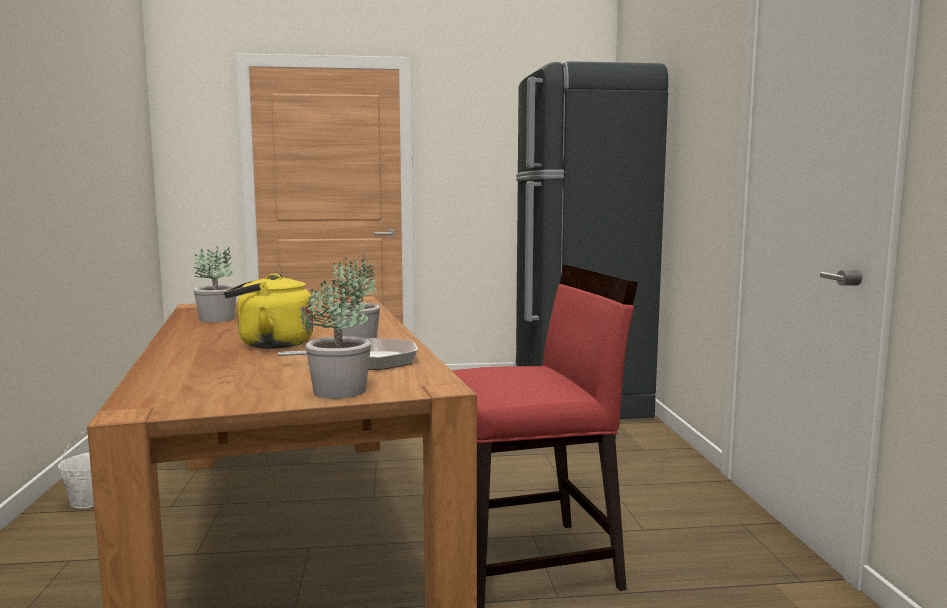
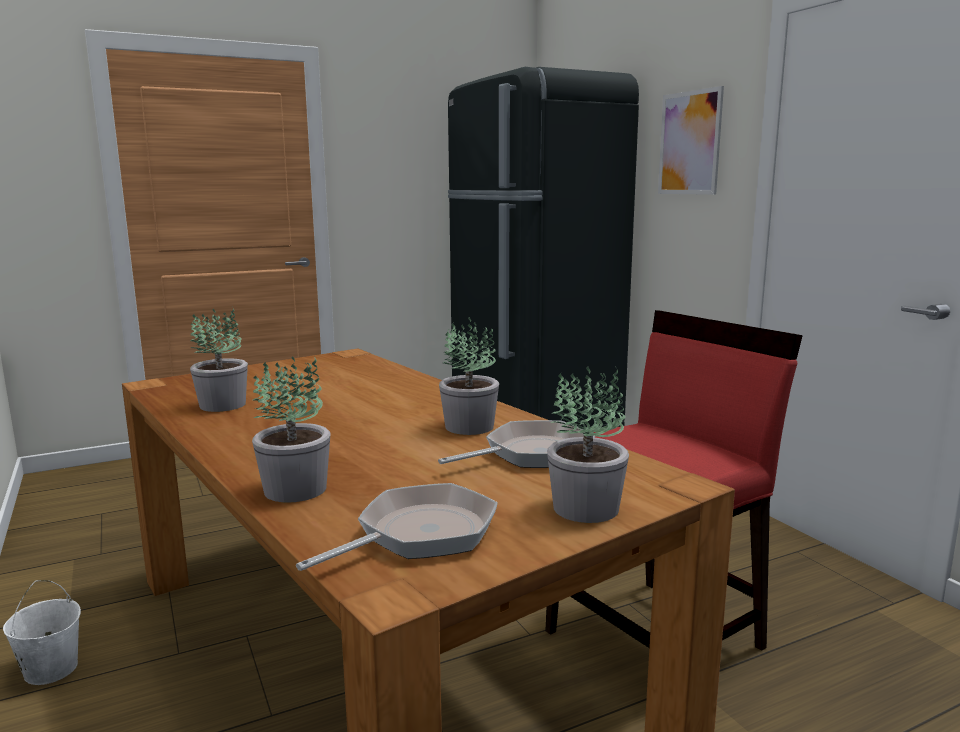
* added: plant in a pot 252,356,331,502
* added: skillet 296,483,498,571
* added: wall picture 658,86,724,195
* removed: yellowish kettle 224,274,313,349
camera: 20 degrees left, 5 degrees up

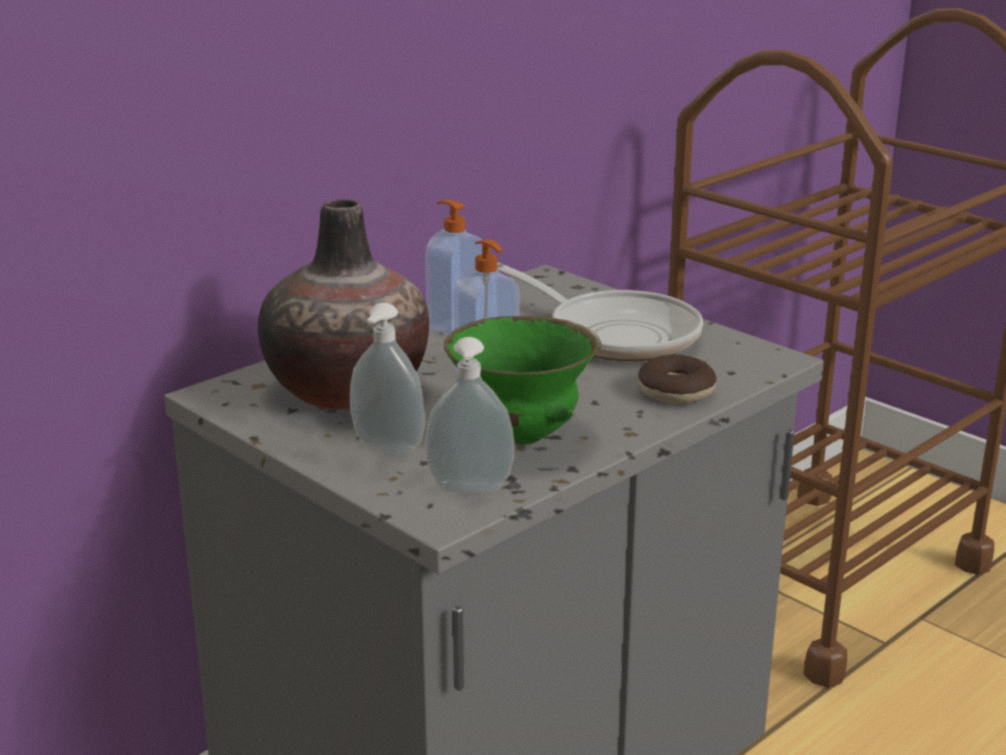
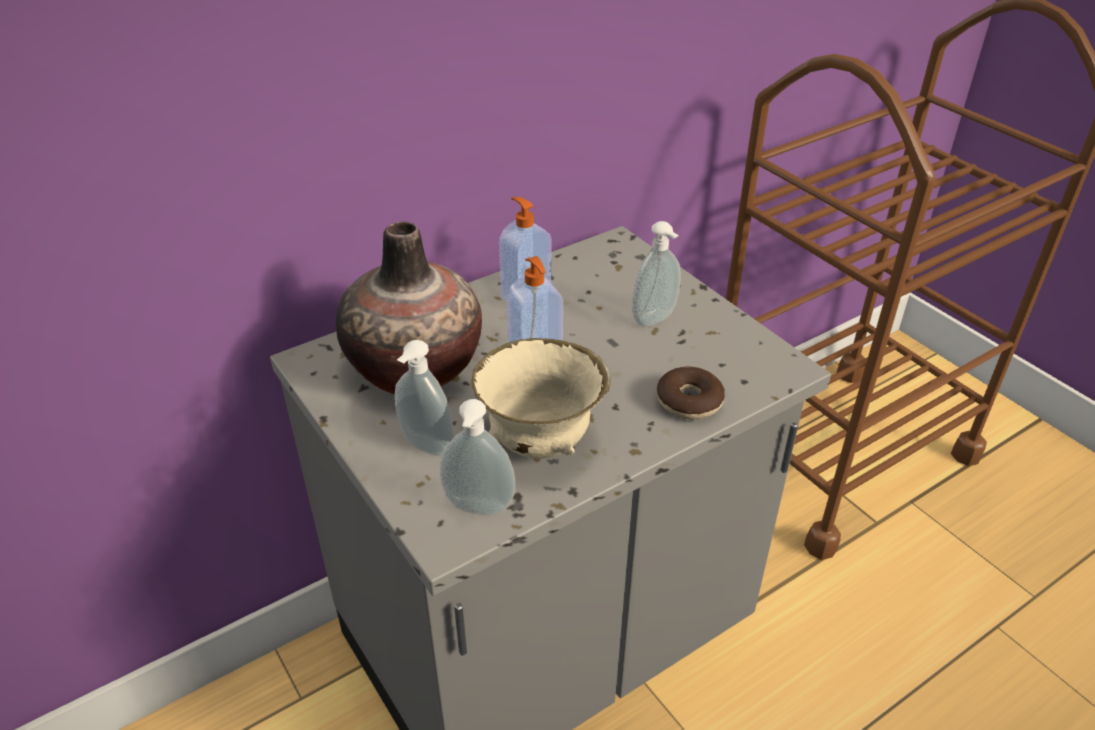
* recoloured: green-coloured serving bowl 444,316,601,444 to sand-coloured serving bowl 472,338,611,459
* replaced: skillet 497,262,703,361 to soap dispenser 632,221,681,327
camera: 10 degrees right, 15 degrees up

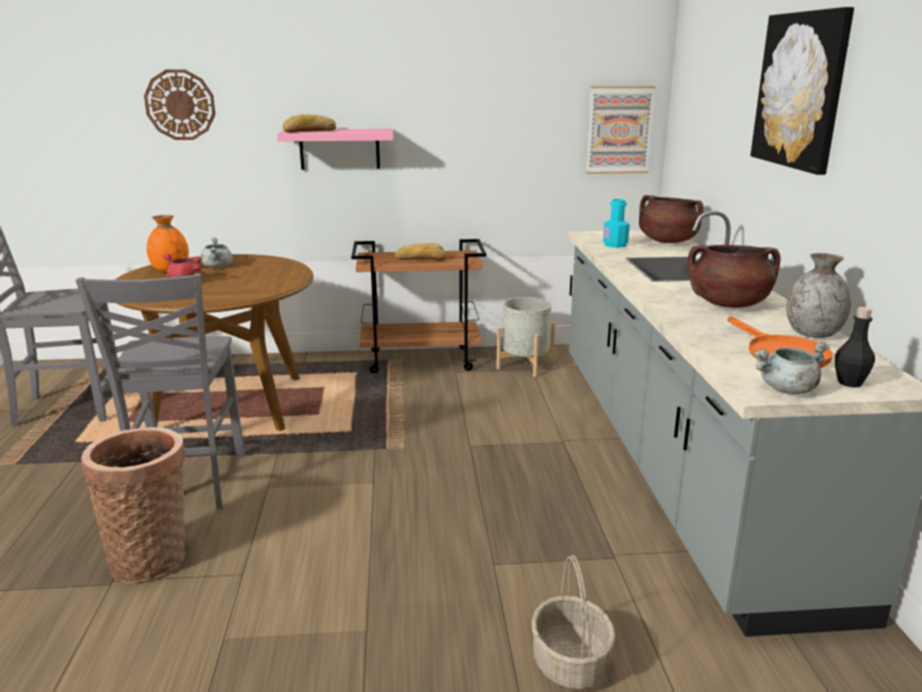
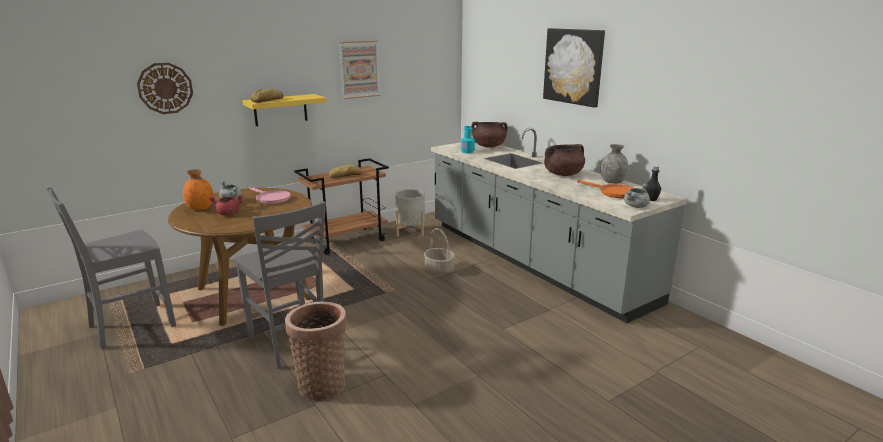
* recoloured: pink wall shelf 277,129,394,170 to yellowish wall shelf 242,94,327,126
* added: pink skillet 249,187,291,204
* moved: wall picture 586,86,656,174 to 339,41,380,99
* moved: storage basket 532,555,615,690 to 424,228,455,275
camera: 30 degrees left, 0 degrees up

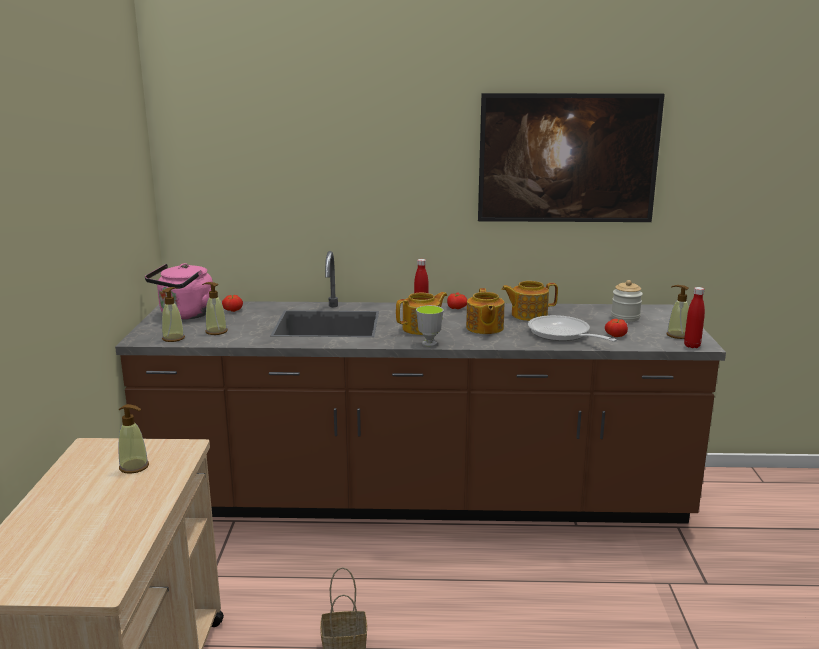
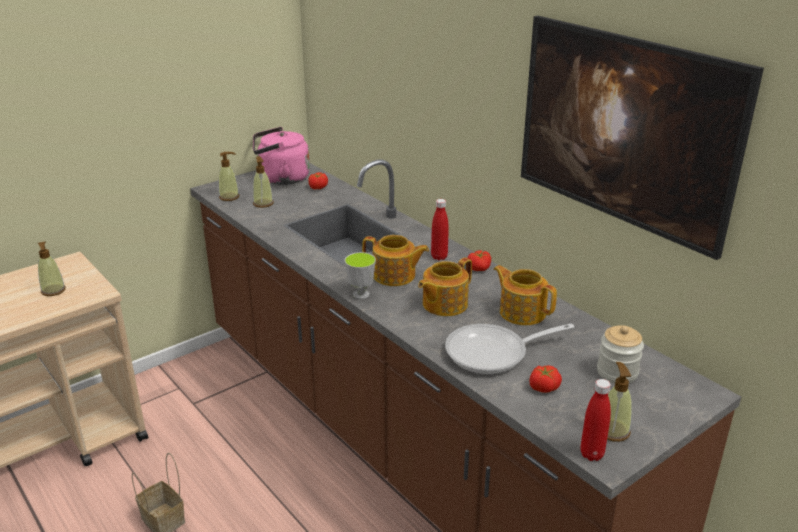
* turned: skillet 528,315,617,342 = 445,324,574,374 120 degrees counterclockwise
camera: 50 degrees right, 10 degrees up

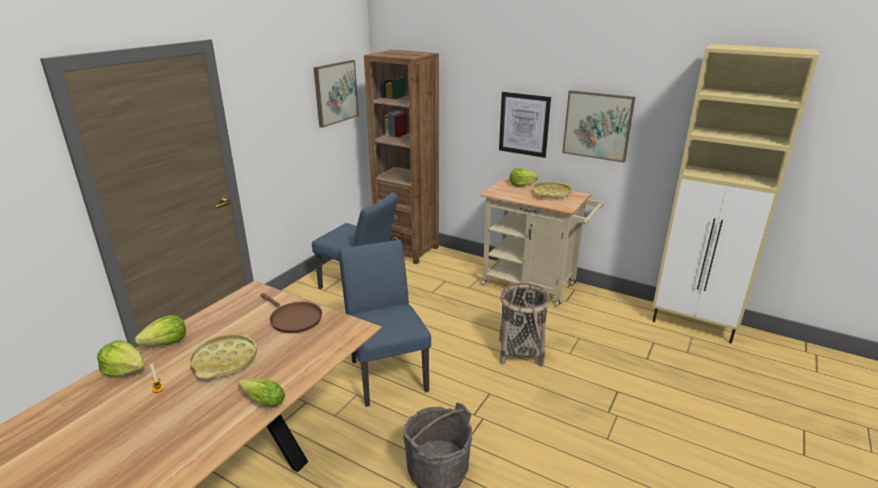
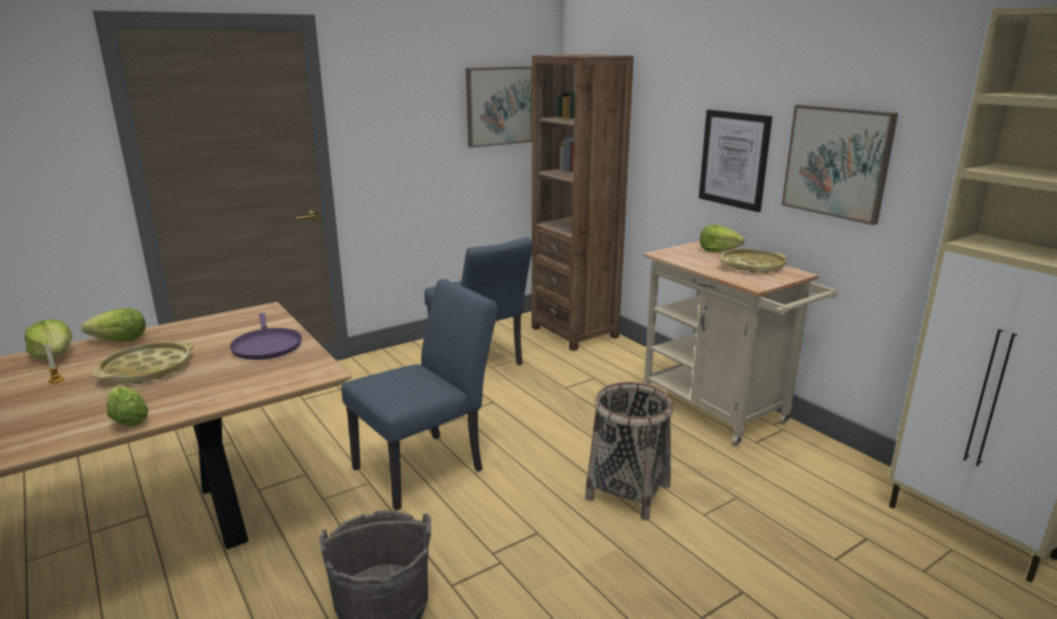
* recoloured: brown skillet 260,293,322,333 to purplish skillet 230,313,302,360
* turned: blue-coloured upright chair 339,240,431,407 = 341,279,498,511 45 degrees clockwise
camera: 25 degrees right, 5 degrees down

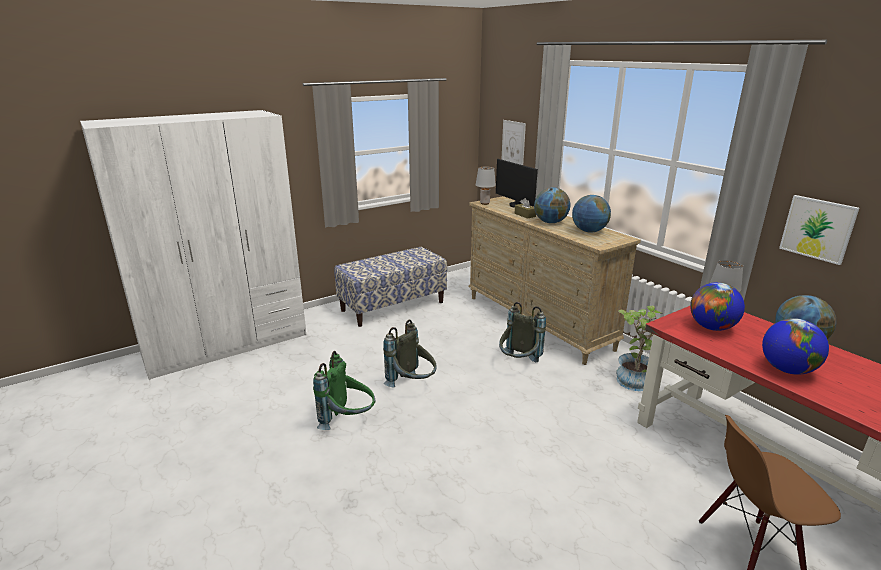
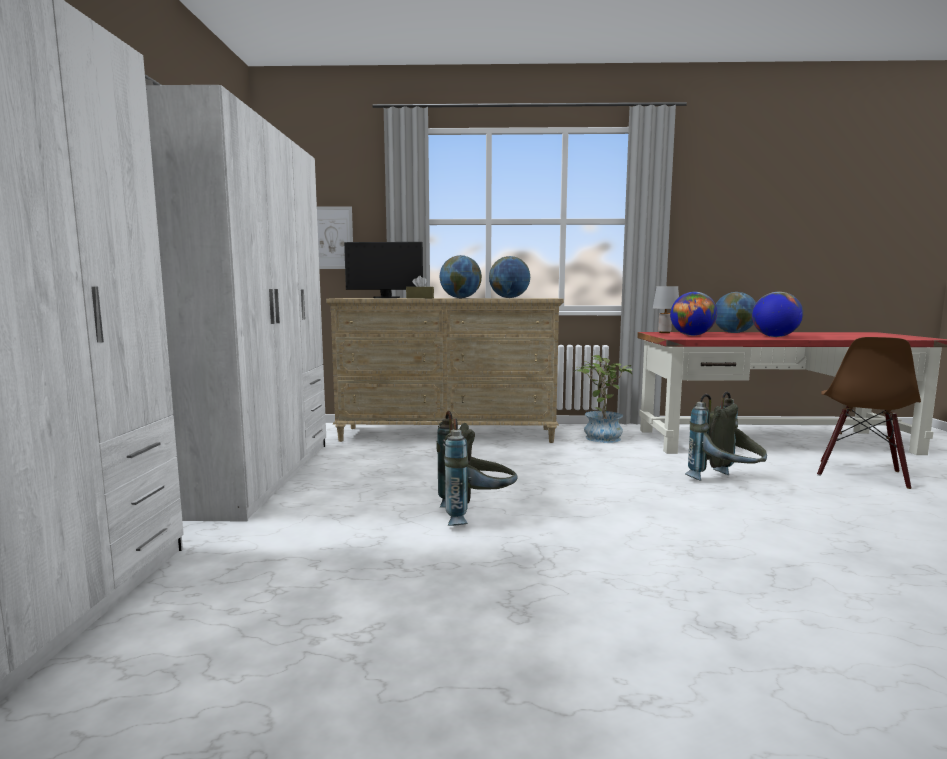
* replaced: indoor bench 334,247,447,327 to white clothes cupboard 146,85,326,522
* moved: grey backpack 499,302,546,362 to 685,392,767,481
* removed: green-coloured backpack 313,351,375,430
* removed: grey tabletop lamp 476,167,496,205
* removed: wall picture 779,195,859,265
camera: 55 degrees left, 15 degrees down

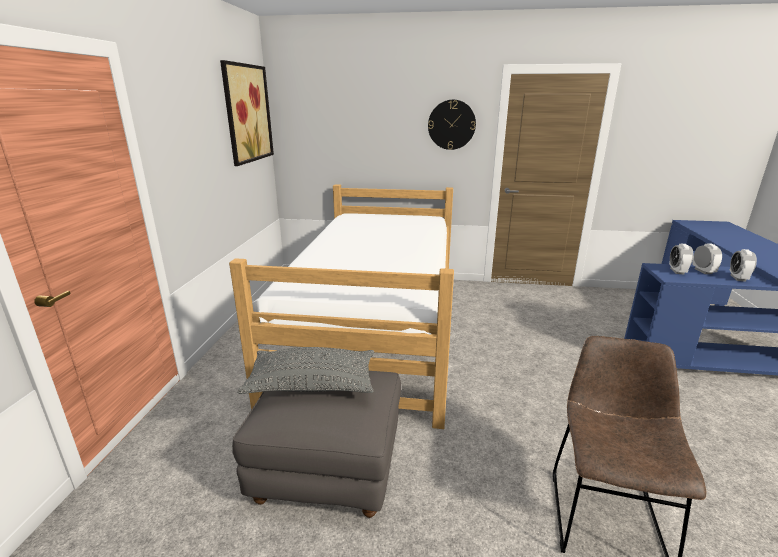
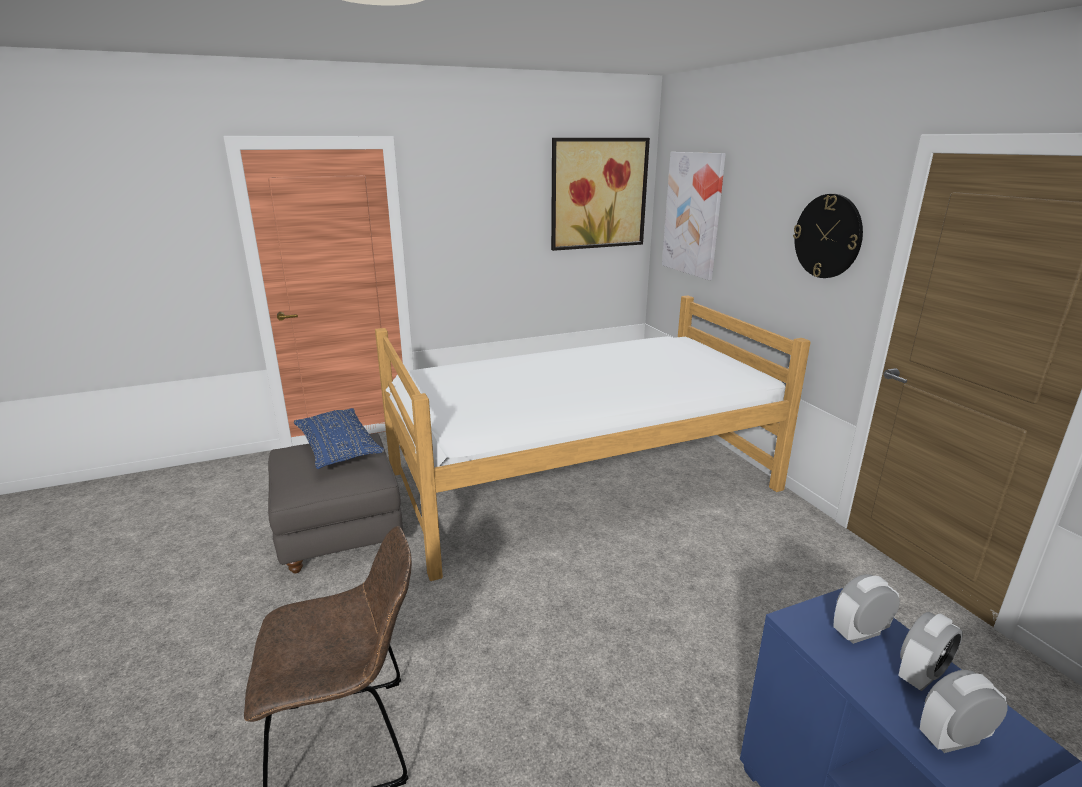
* recoloured: grey throw pillow 237,347,374,394 to blue-coloured throw pillow 294,408,384,469
* added: wall picture 662,152,726,280
camera: 60 degrees right, 0 degrees up

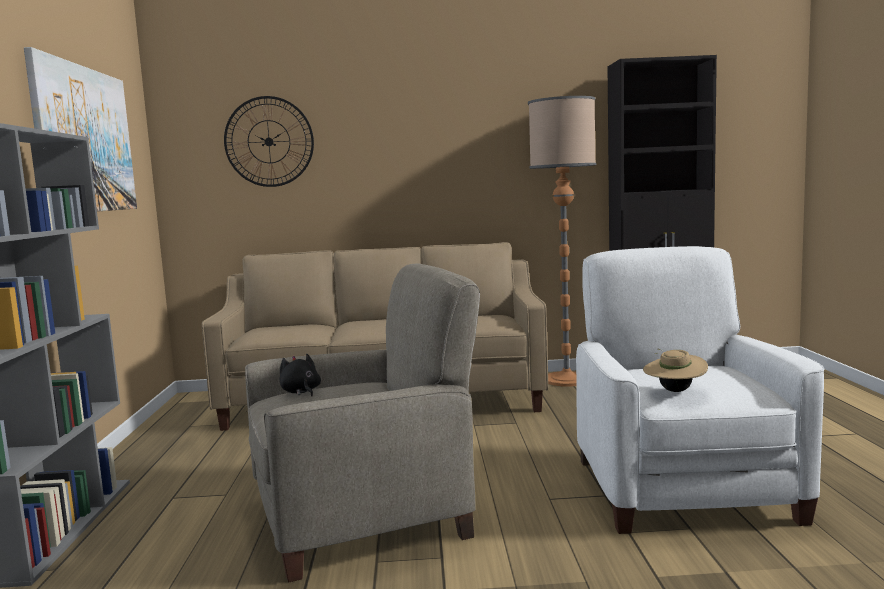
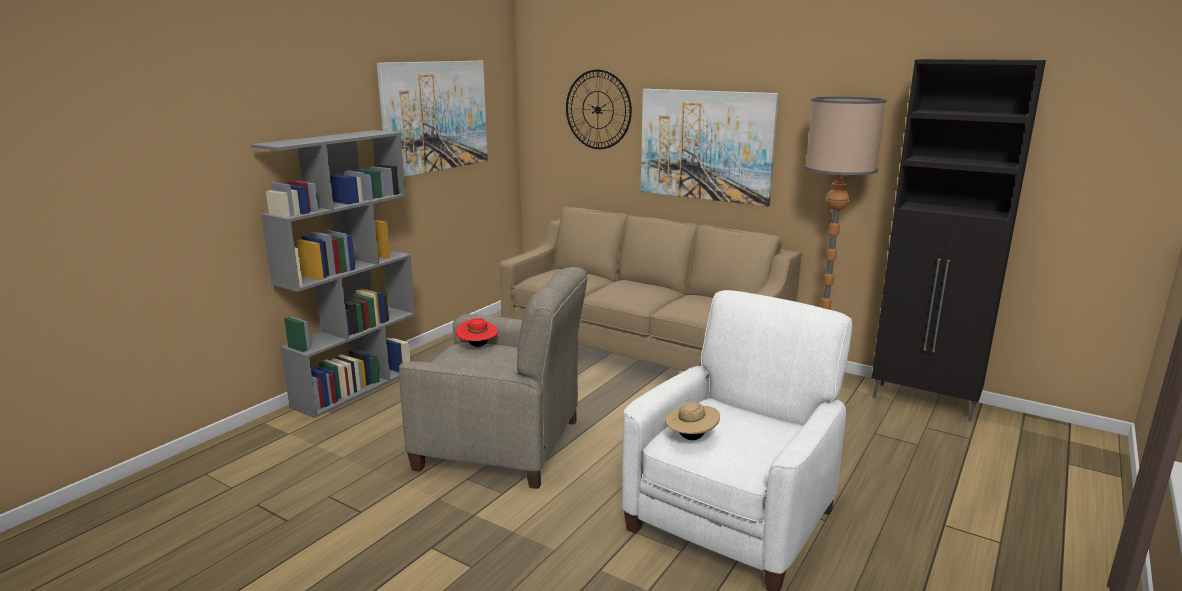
* replaced: black-coloured soft toy 280,354,321,396 to red-coloured hat 456,318,498,347
* added: wall picture 641,89,779,207
camera: 35 degrees right, 10 degrees up

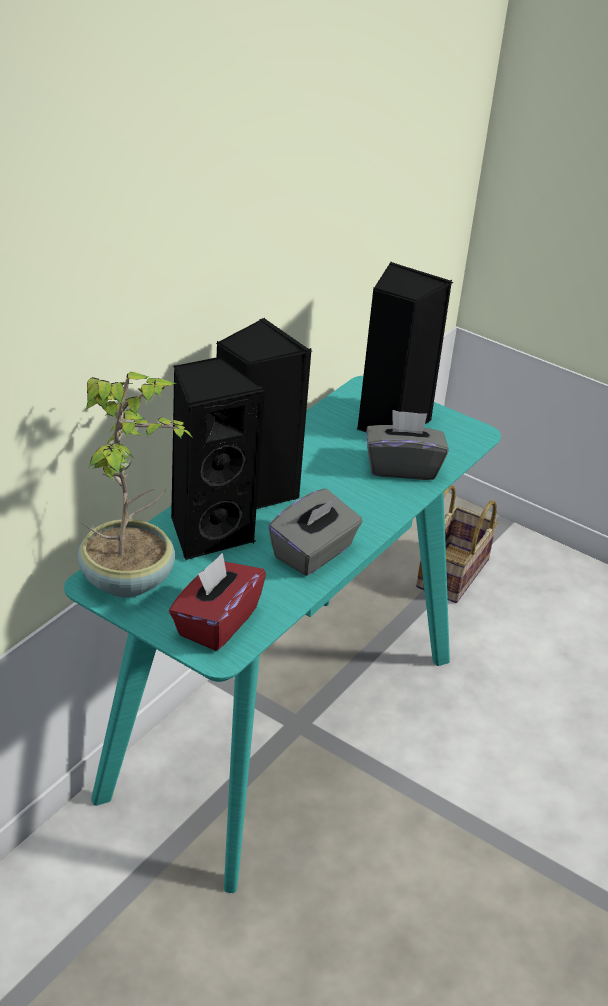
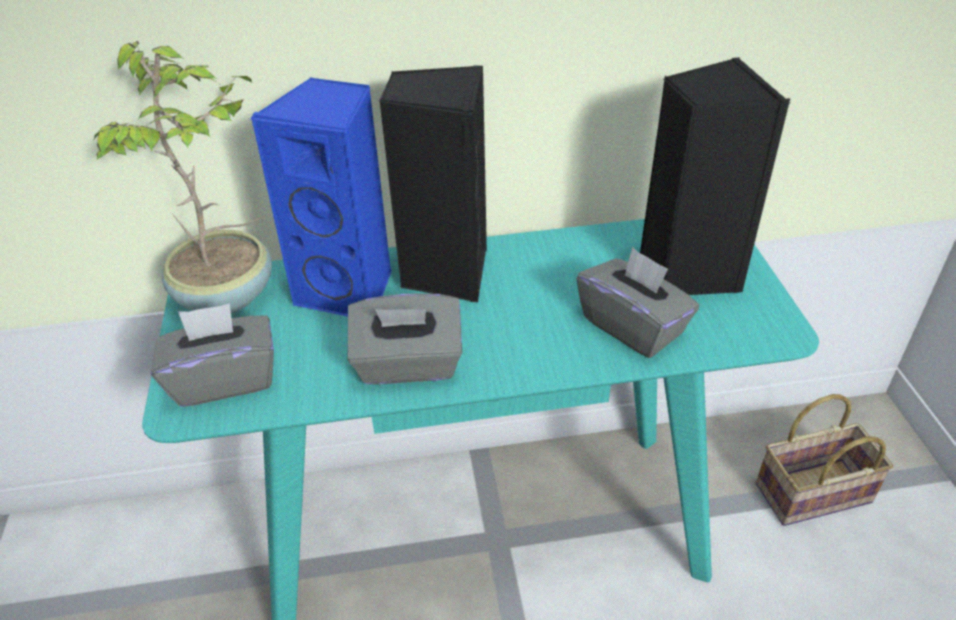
* recoloured: red-coloured tissue box 169,553,266,651 to grey tissue box 150,304,274,407
* recoloured: black-coloured audio speaker 171,356,266,560 to blue-coloured audio speaker 250,77,392,317
camera: 50 degrees right, 5 degrees up

